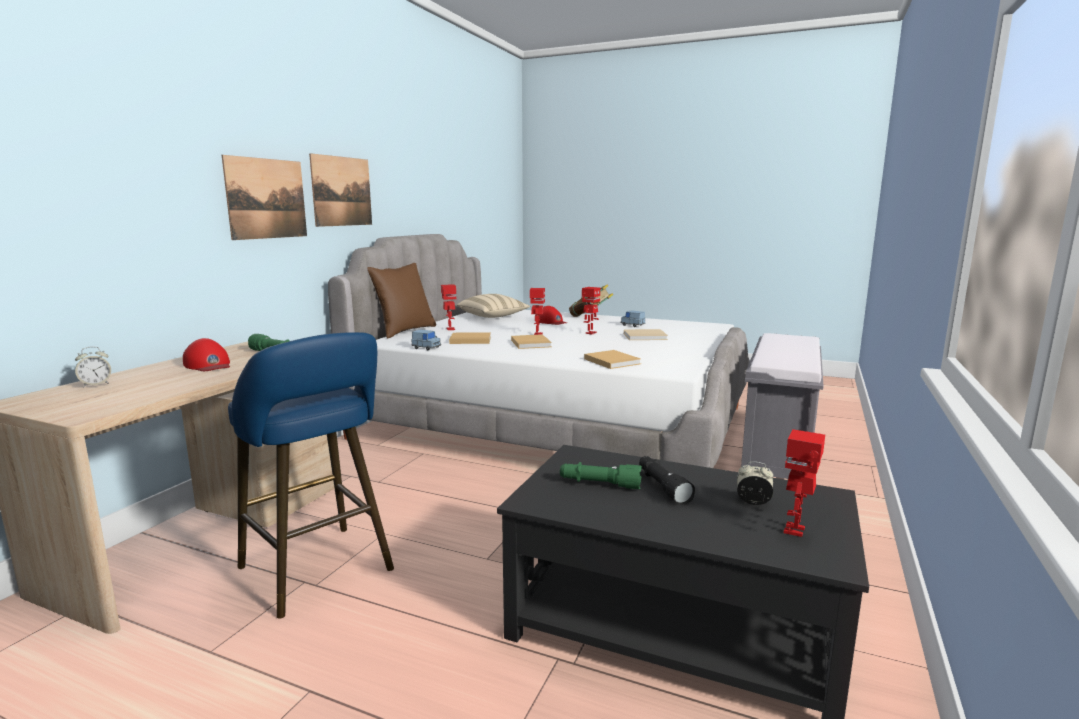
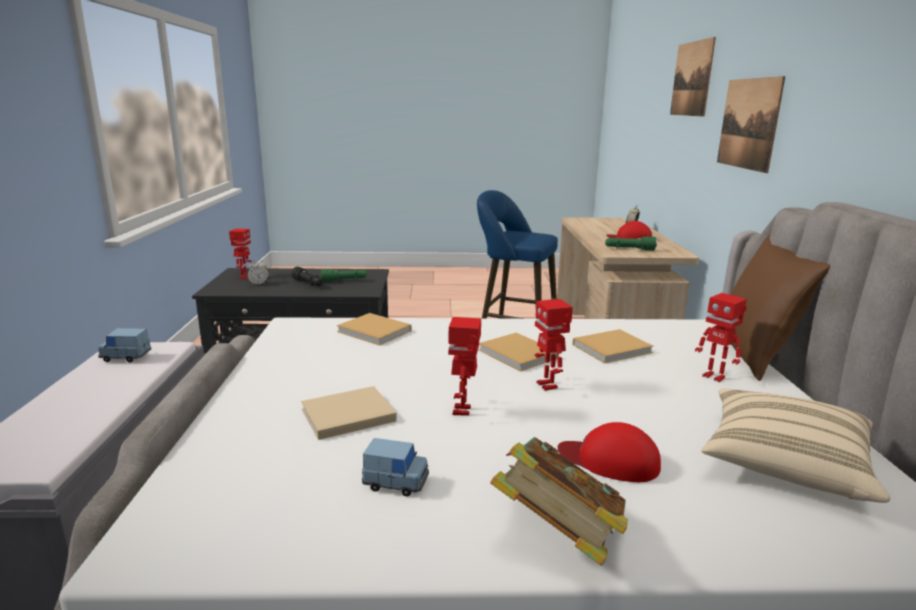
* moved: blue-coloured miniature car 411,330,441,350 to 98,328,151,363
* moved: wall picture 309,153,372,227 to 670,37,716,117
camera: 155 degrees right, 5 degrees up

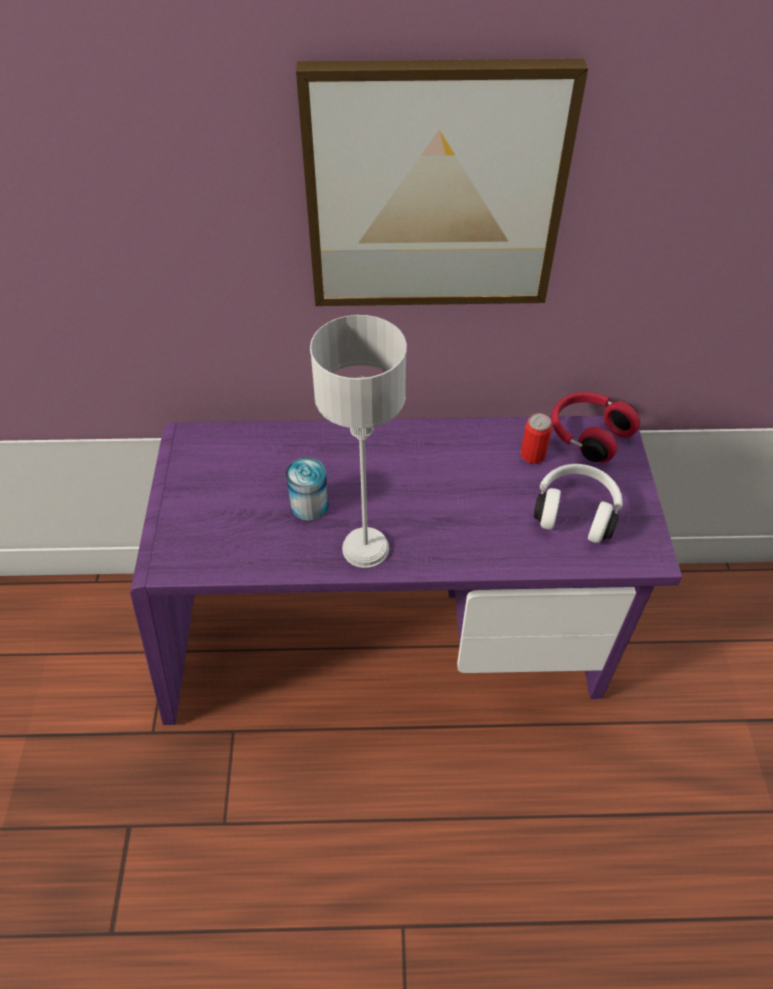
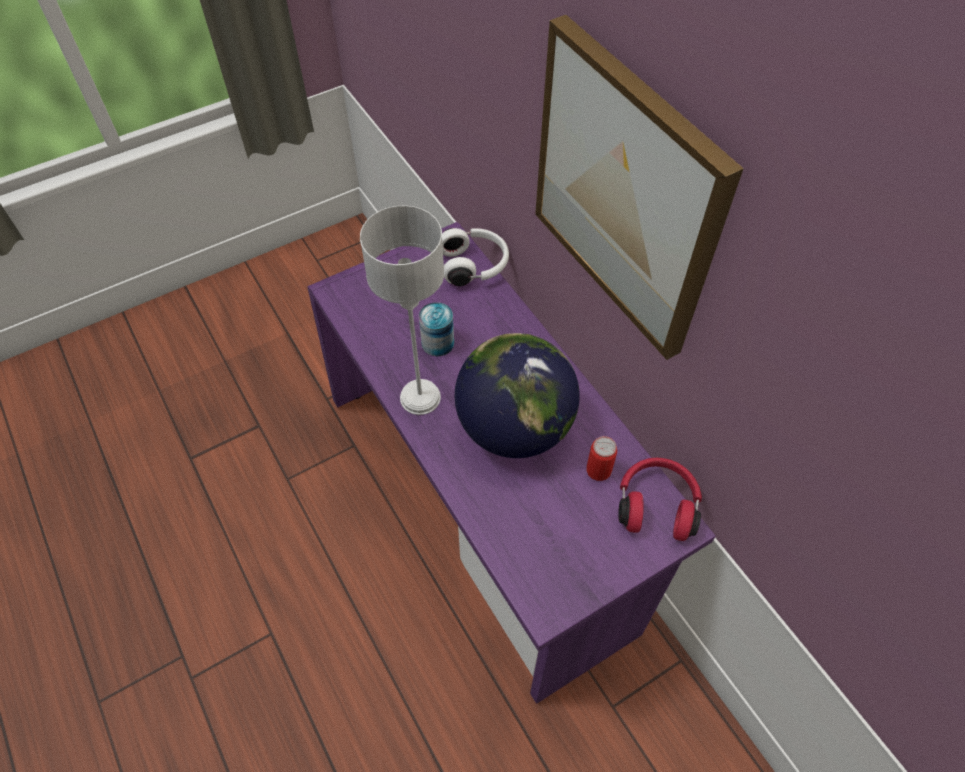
* moved: white headphones 534,464,623,543 to 442,228,509,286
* added: world globe 455,333,580,458
camera: 60 degrees right, 5 degrees up

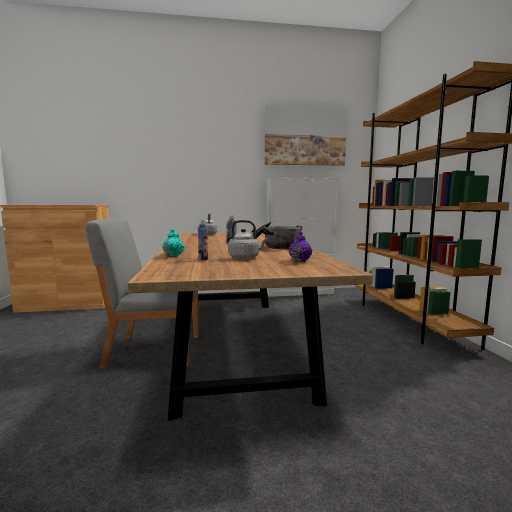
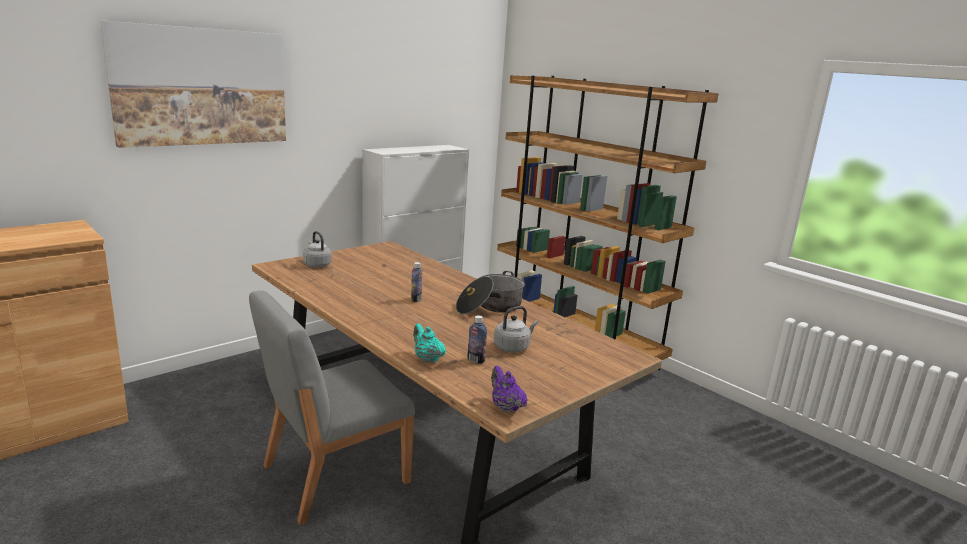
* moved: wall picture 265,105,347,166 to 101,21,286,148
* moved: purplish teapot 289,231,313,262 to 491,366,528,413
camera: 35 degrees left, 10 degrees up

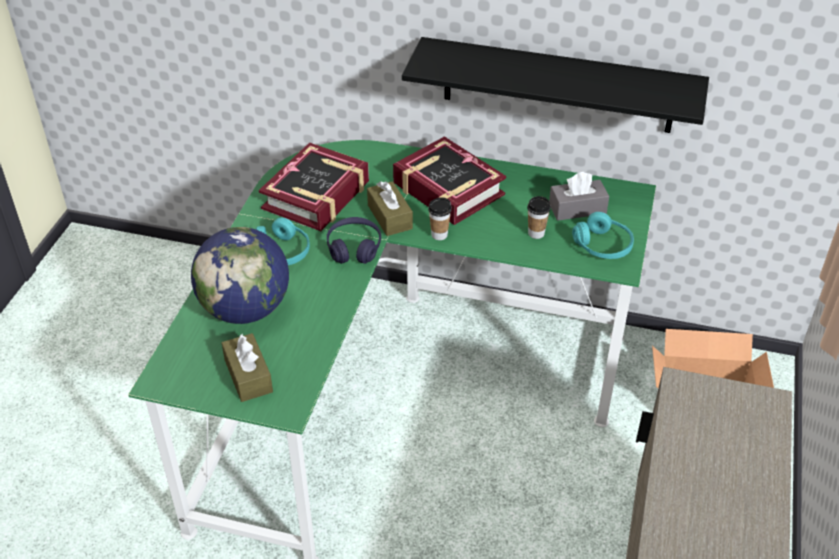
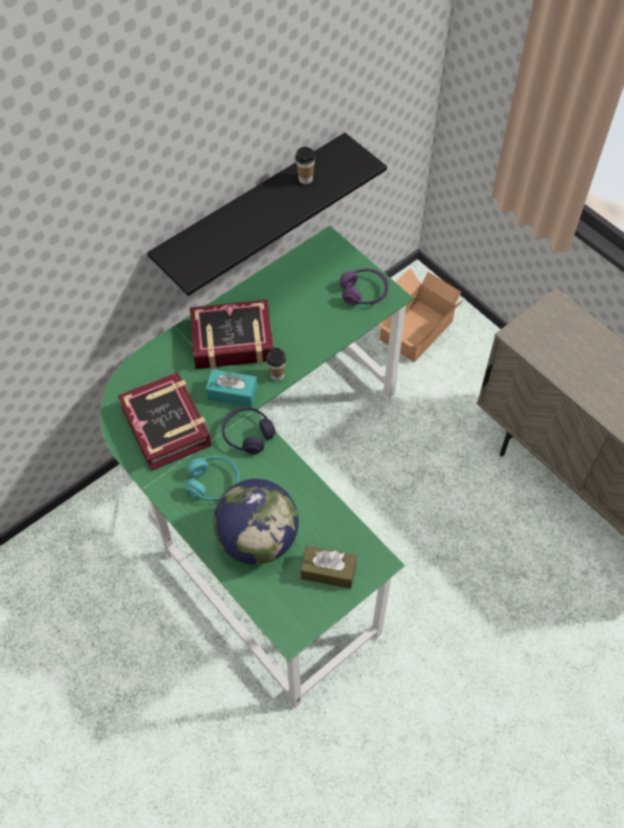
* recoloured: brown tissue box 367,181,413,236 to turquoise tissue box 205,369,258,407
* moved: drinking cup 527,196,551,239 to 295,147,316,184
* recoloured: turquoise headphones 572,212,634,259 to purplish headphones 340,268,388,305
* removed: grey tissue box 549,172,609,221
camera: 55 degrees left, 15 degrees up

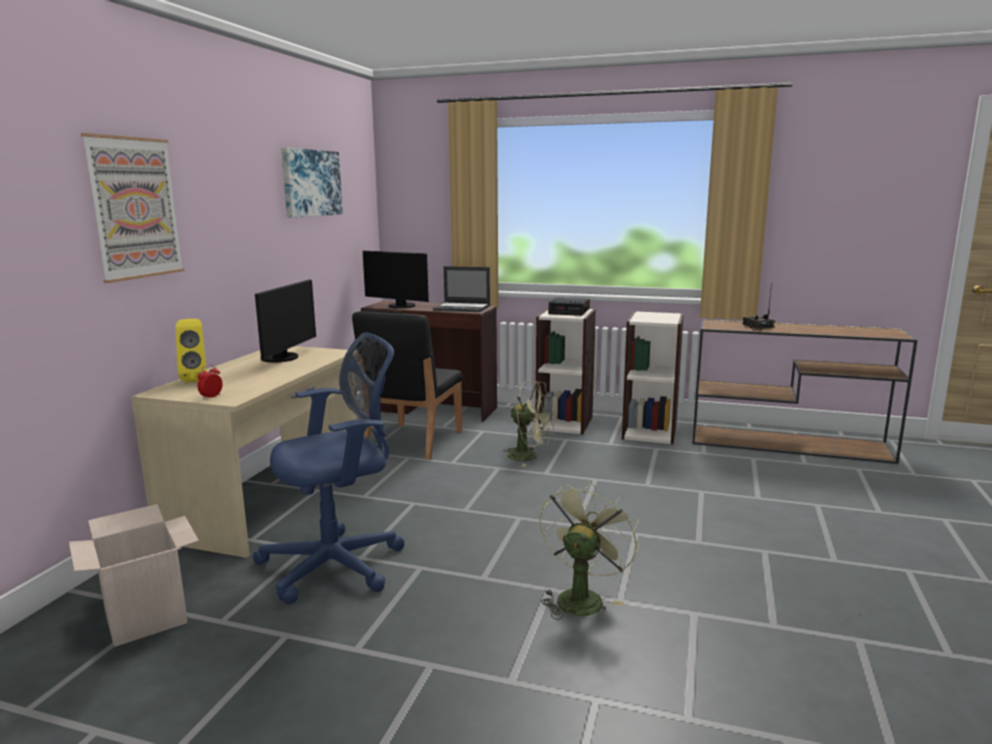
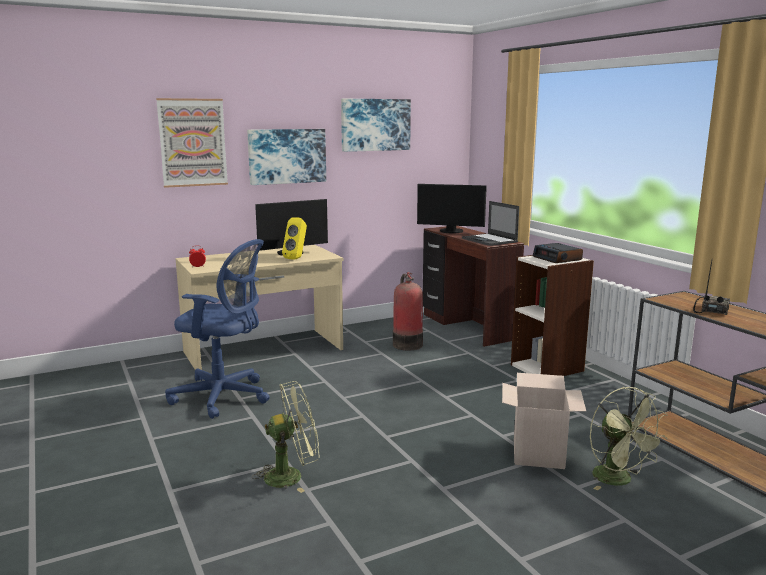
* added: wall picture 247,129,326,185
* moved: yellowish audio speaker 176,319,207,382 to 282,217,307,260
* replaced: black-coloured upright chair 352,311,462,460 to extinguisher 393,272,423,351
* turned: monitor 363,251,429,308 = 417,184,487,233 60 degrees counterclockwise
* moved: cardboard box 69,504,199,647 to 502,373,586,469
* moved: green-coloured fan 503,381,555,467 to 590,387,668,490
* removed: bookshelf 622,311,684,444
camera: 45 degrees right, 0 degrees up

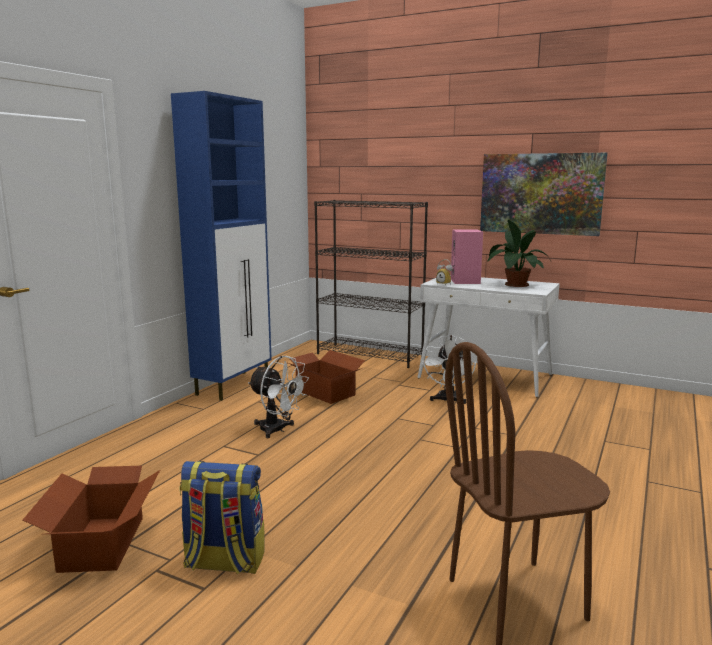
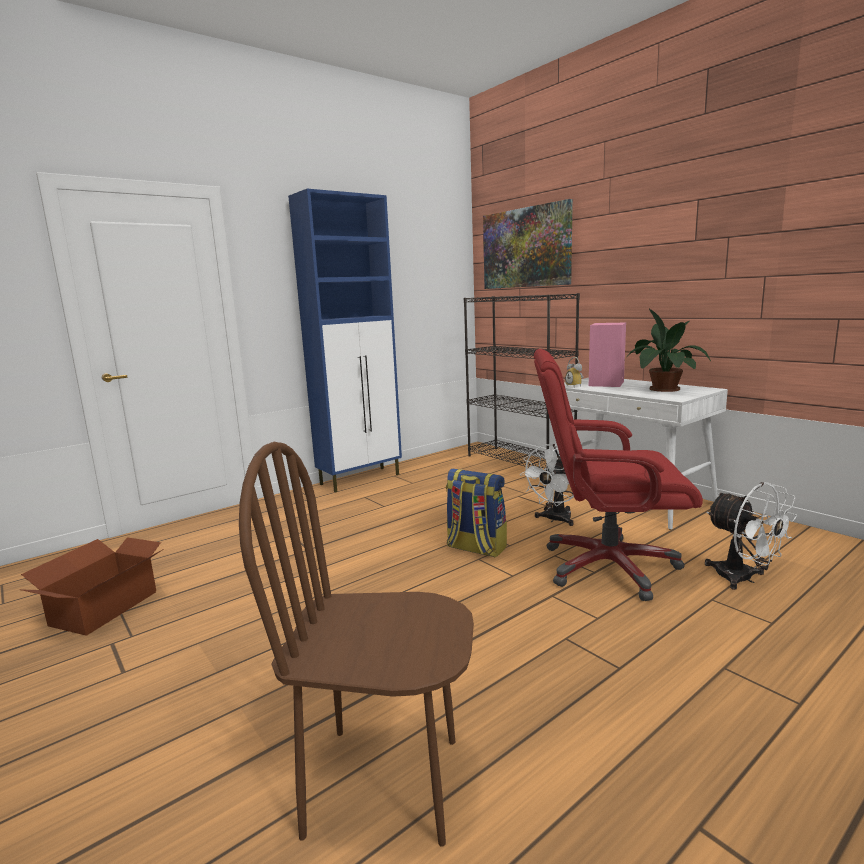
* moved: backpack 179,461,265,574 to 446,469,507,558
* moved: wall picture 480,153,608,236 to 483,199,573,289
* added: red-coloured computer chair 534,349,703,601
* moved: white fan 248,356,309,438 to 705,482,797,590
* removed: cardboard box 286,350,365,404
camera: 25 degrees right, 0 degrees up

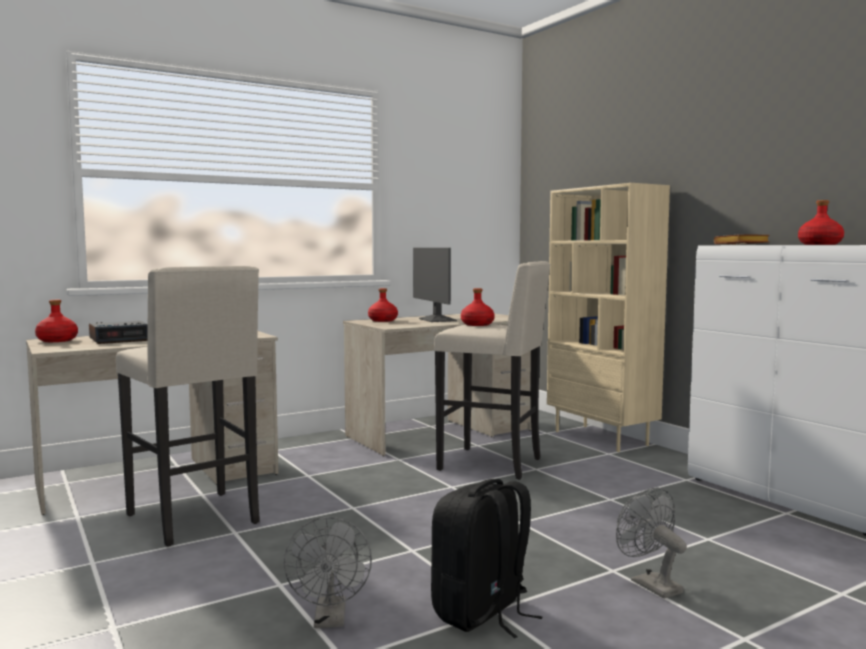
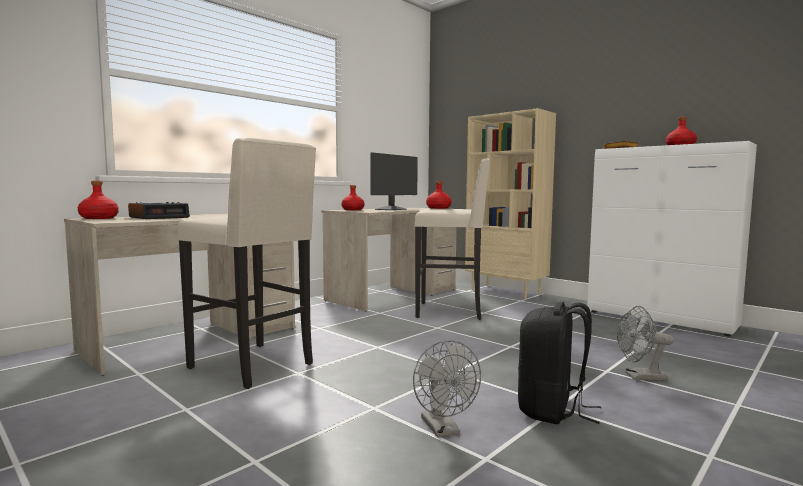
* turned: monitor 413,248,457,322 = 370,152,418,210 105 degrees counterclockwise
* turned: grey fan 616,487,687,599 = 617,306,674,380 45 degrees counterclockwise
camera: 15 degrees left, 0 degrees up

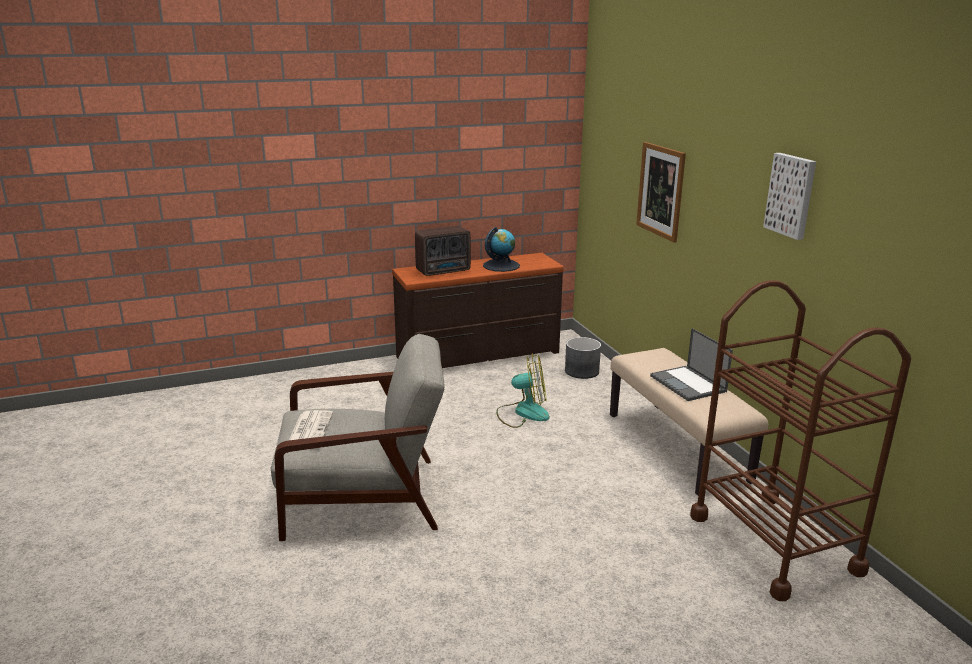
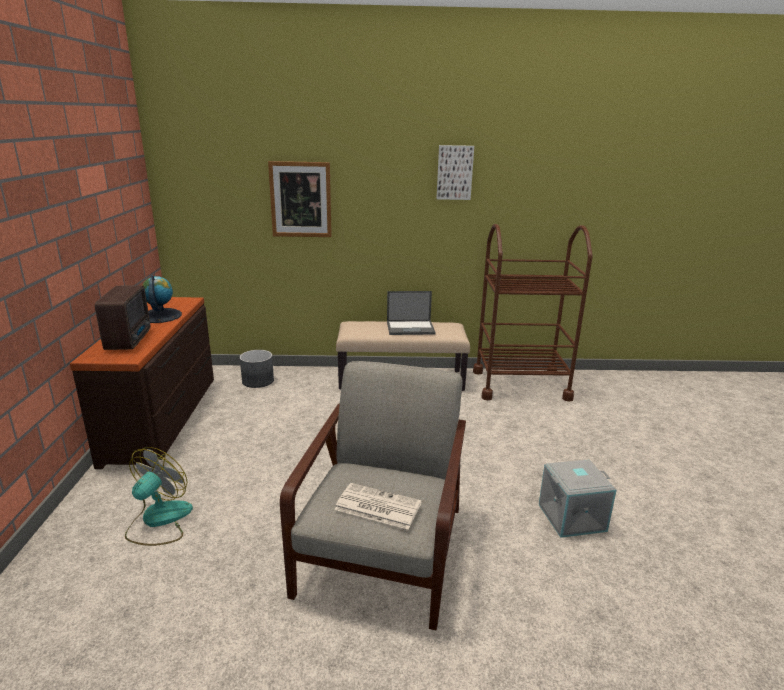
* moved: fan 496,353,550,428 to 125,447,193,546
* added: grey storage box 539,459,617,538
camera: 70 degrees left, 0 degrees up

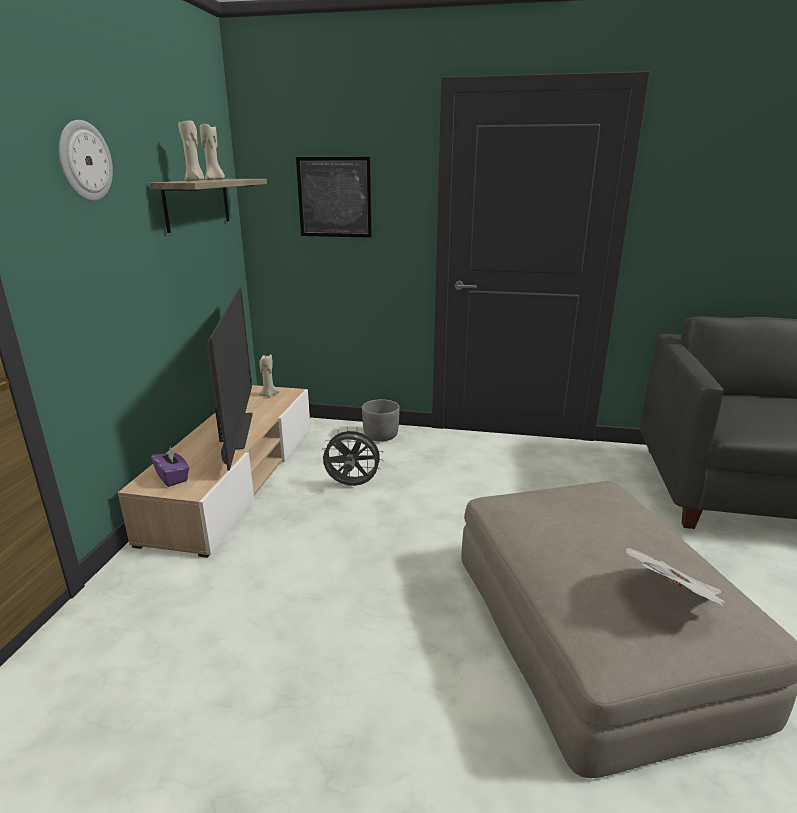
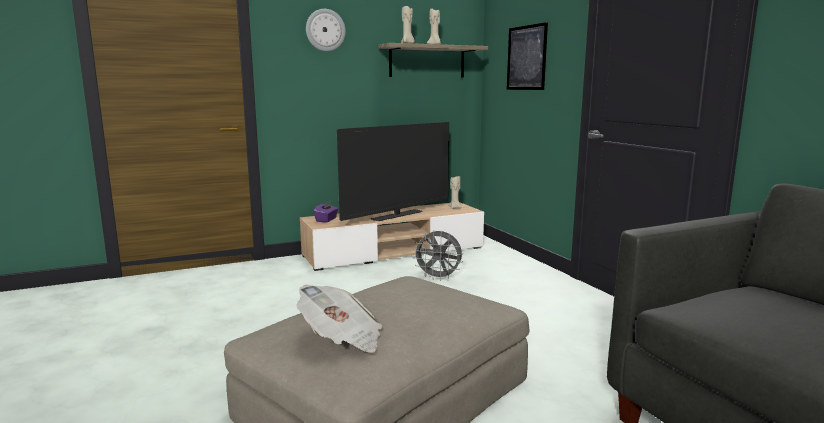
* turned: grey fan 322,427,384,486 = 412,231,463,281 135 degrees clockwise
* removed: grey flower pot 362,399,400,442
camera: 55 degrees right, 10 degrees down

